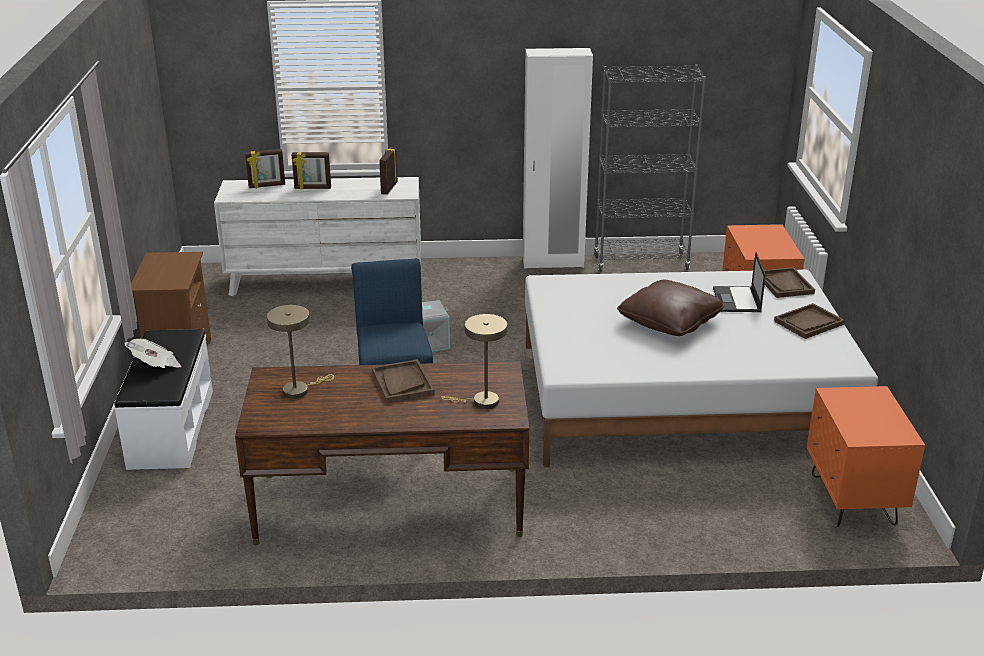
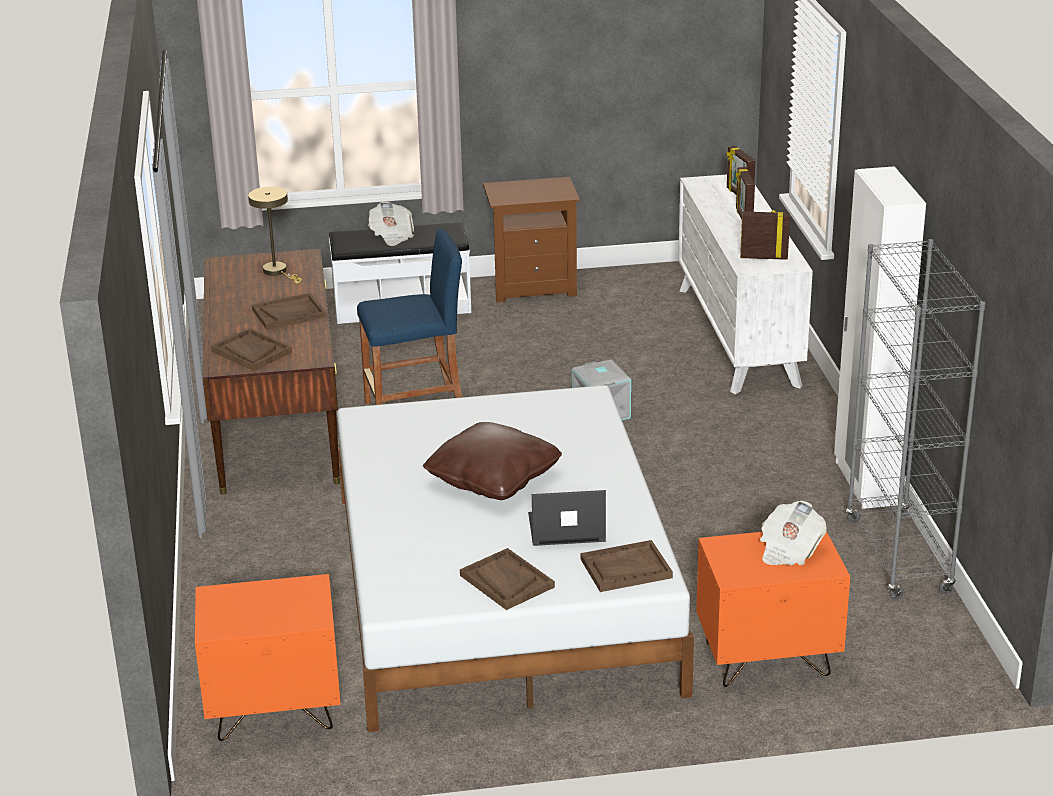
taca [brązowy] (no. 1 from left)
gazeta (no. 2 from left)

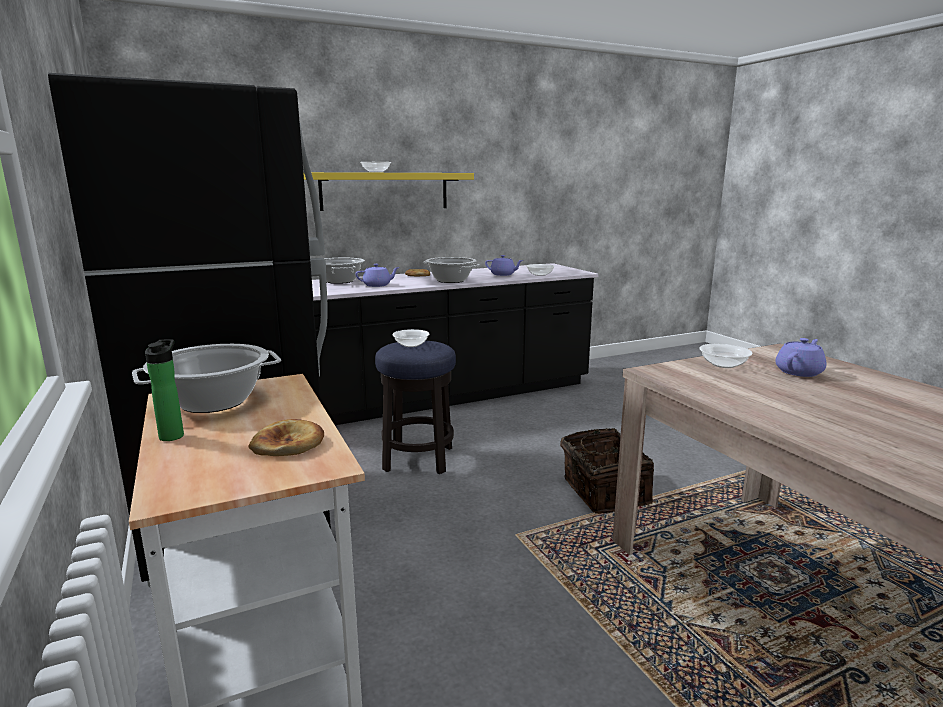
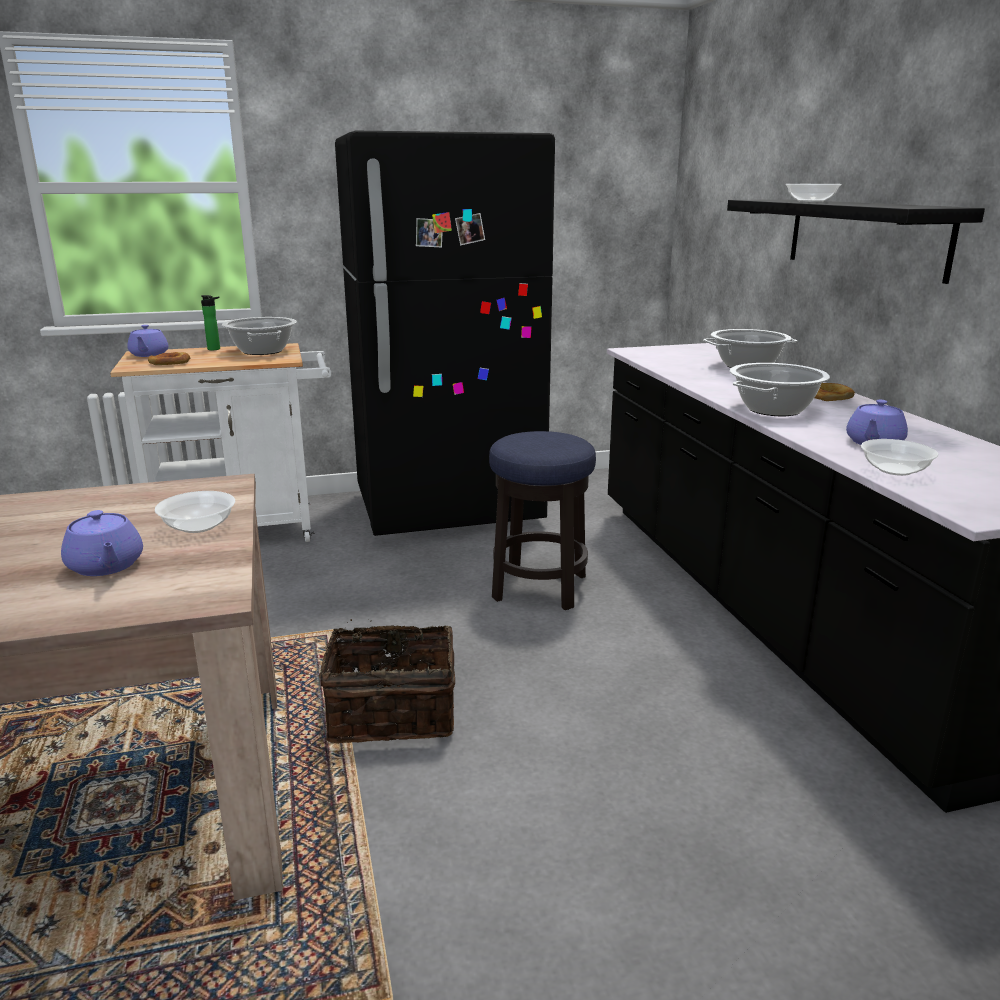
półka [czarny]
imbryk [fioletowy] (no. 2 from left)
miska (no. 2 from left in the first image)

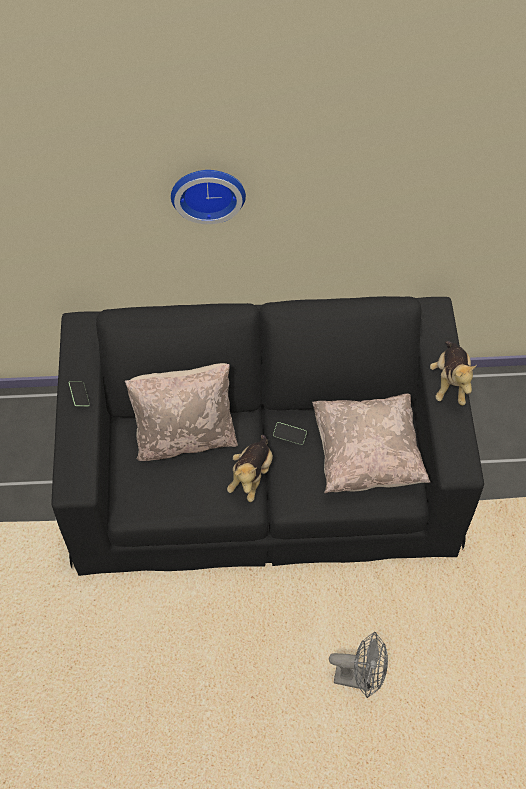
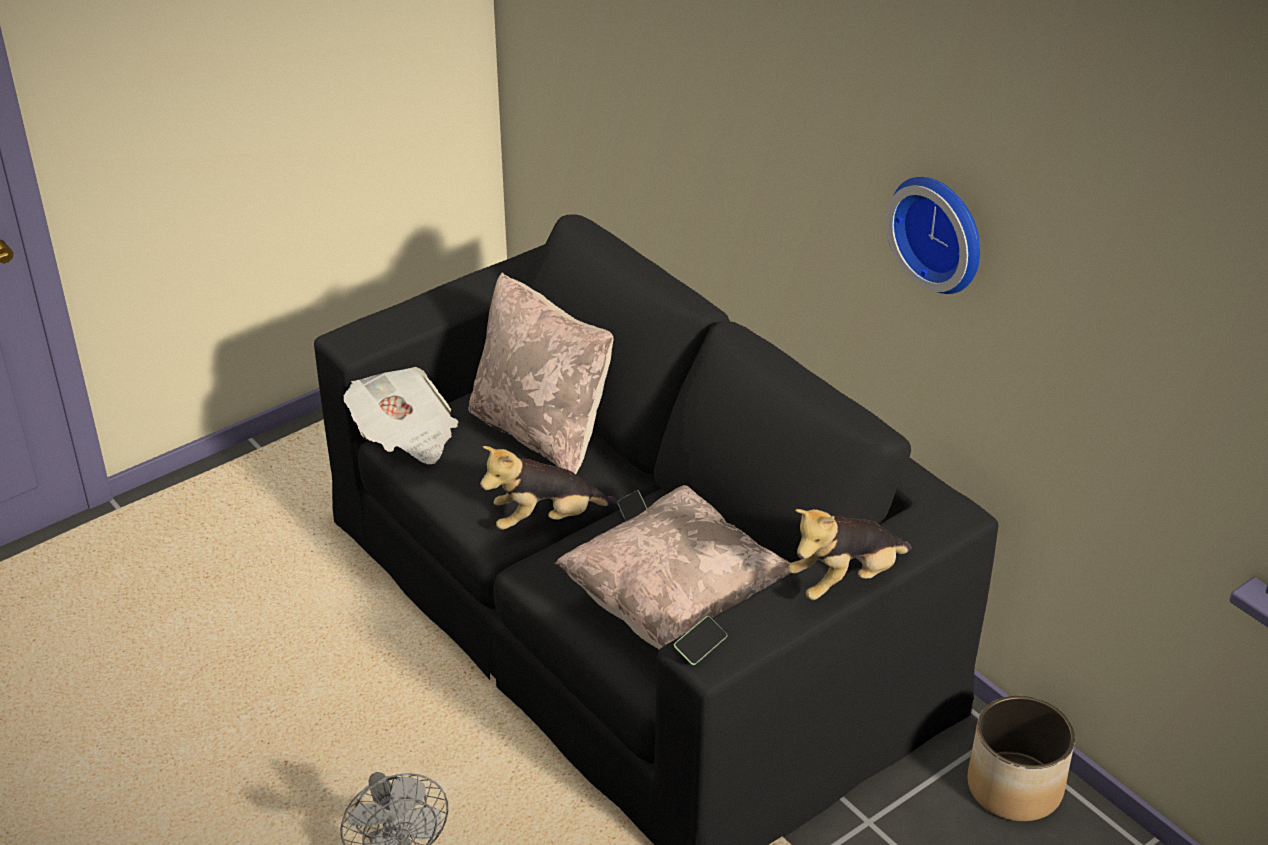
telefon (no. 2 from left)
zegar ścienny
gazeta
donica

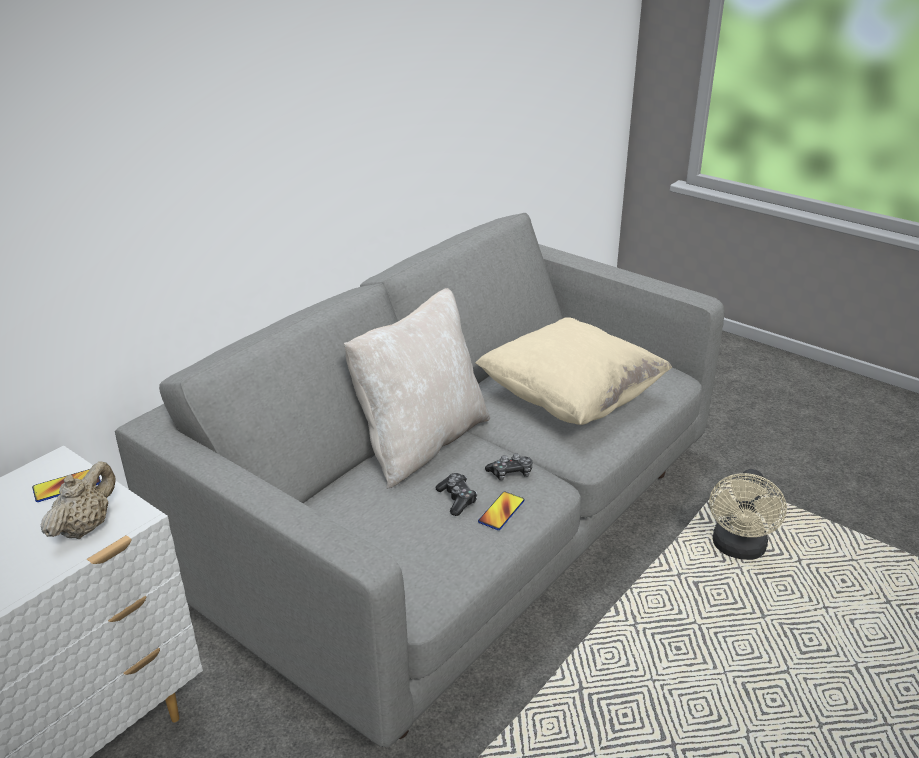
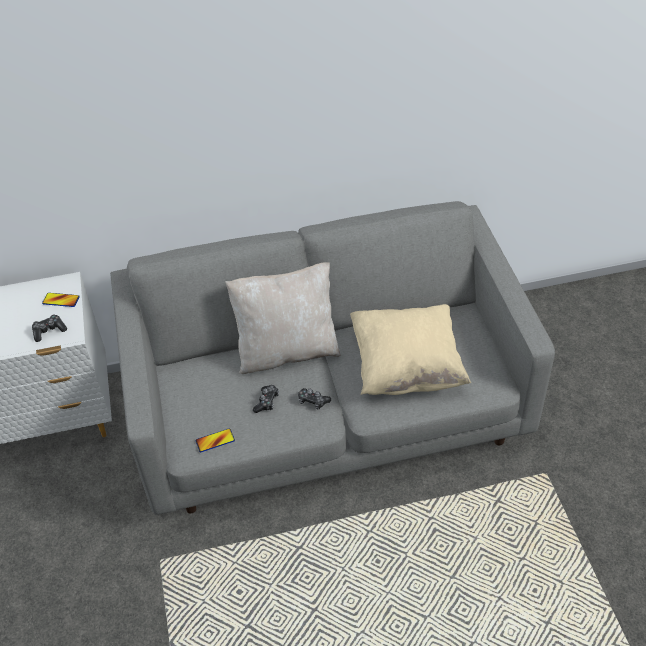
pad do gier (no. 1 from left)
telefon (no. 2 from left)
wentylator [beżowy]

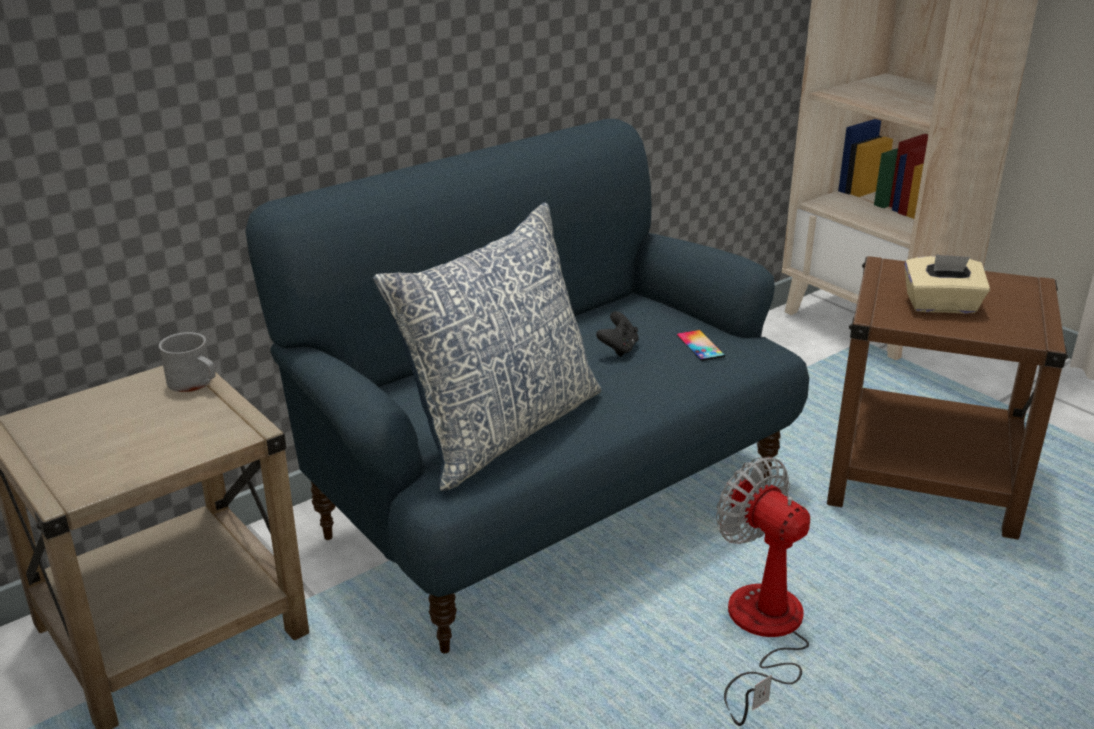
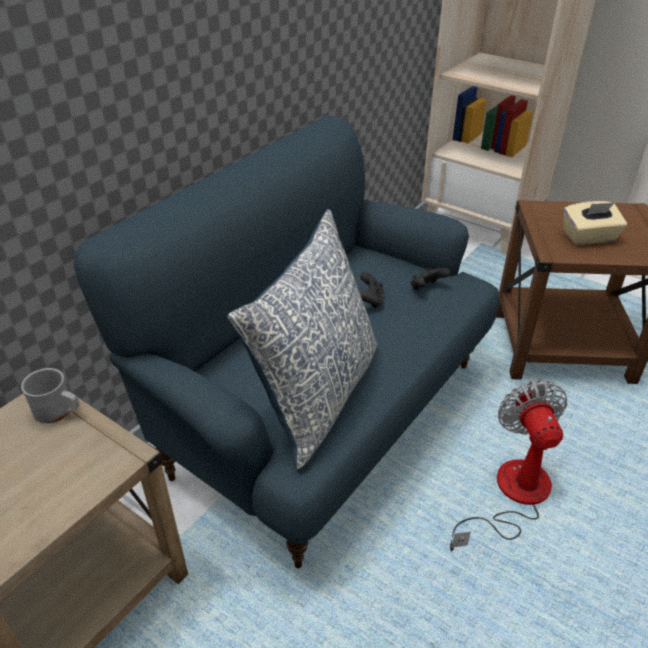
pad do gier [czarny] (no. 2 from left)
wentylator

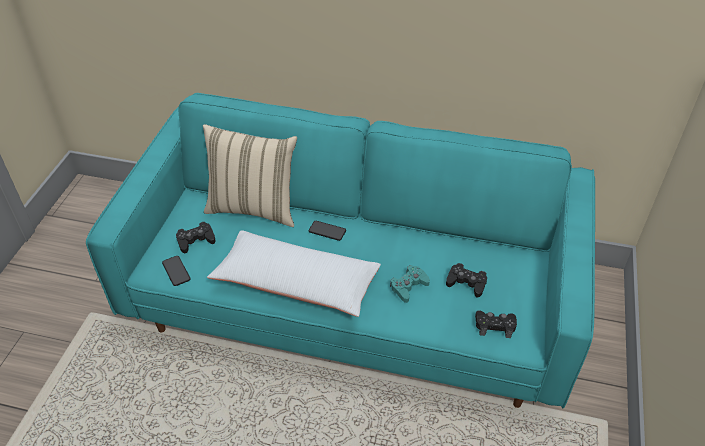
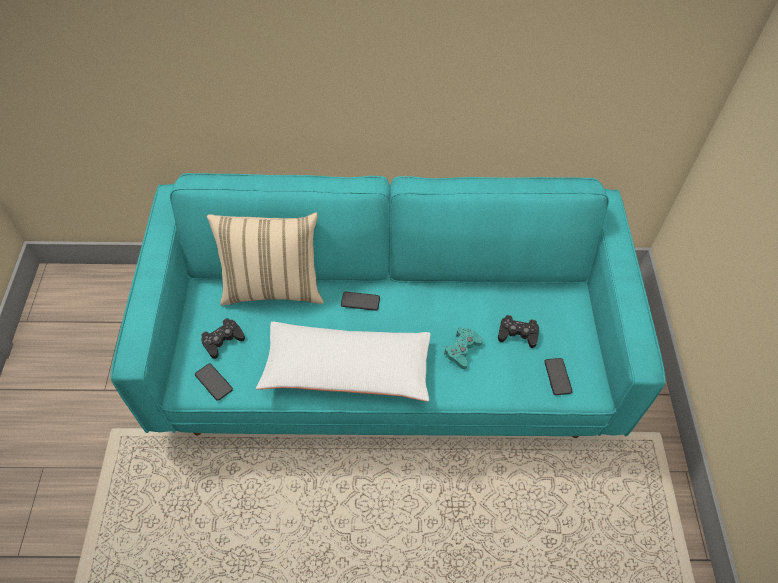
telefon (no. 3 from left)

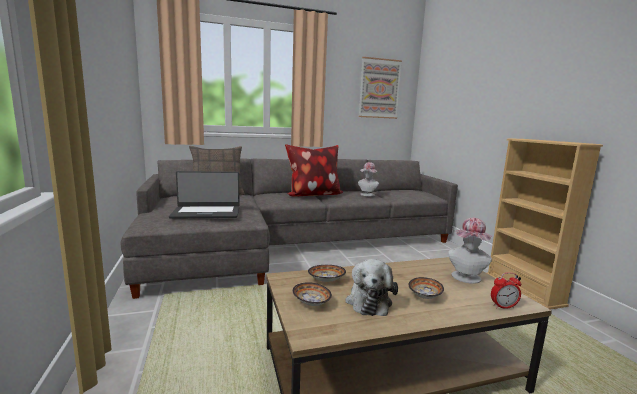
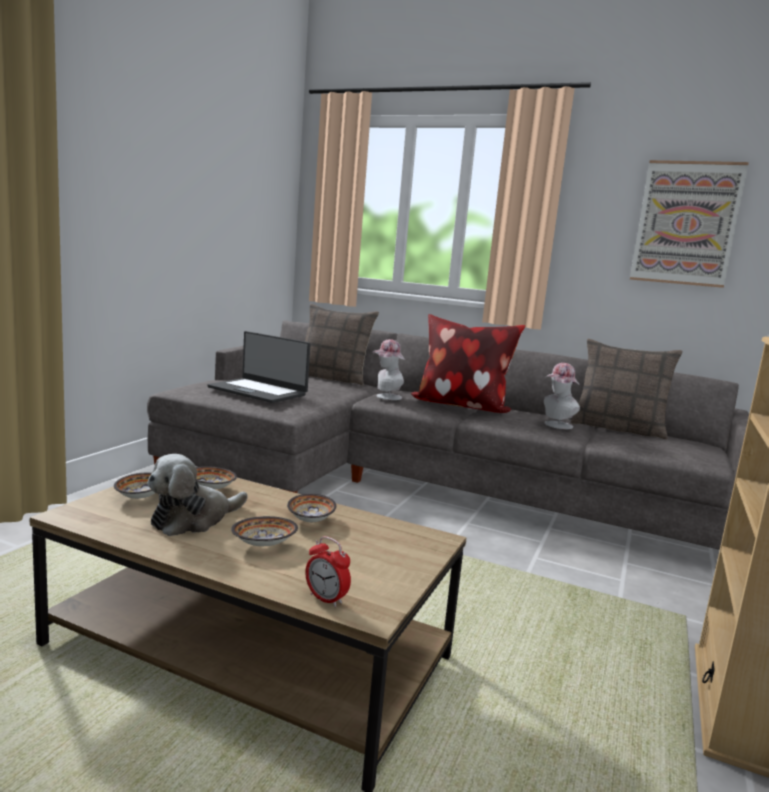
kapelusz (no. 1 from left)
miska (no. 4 from left)
poduszka (no. 3 from left)

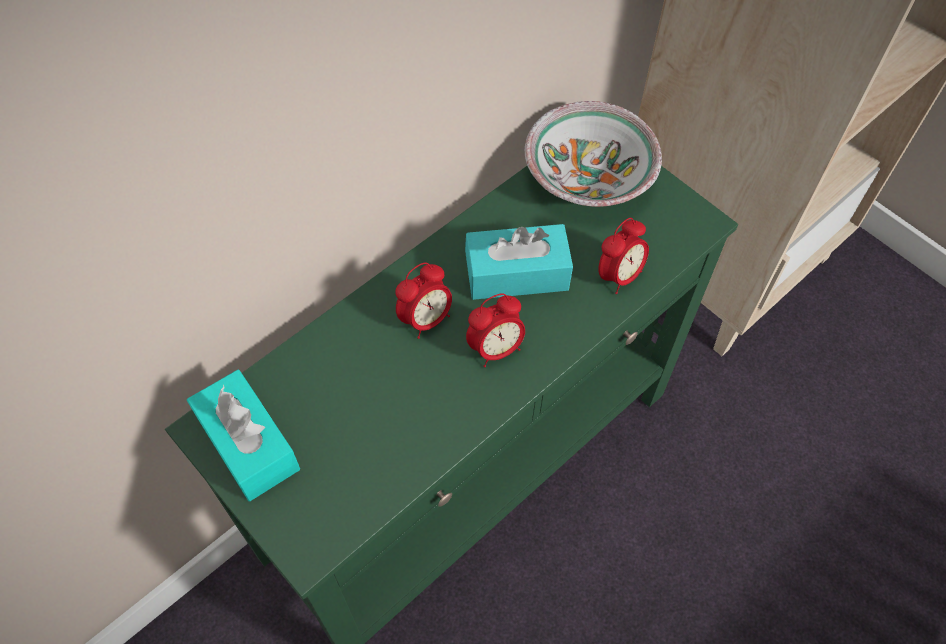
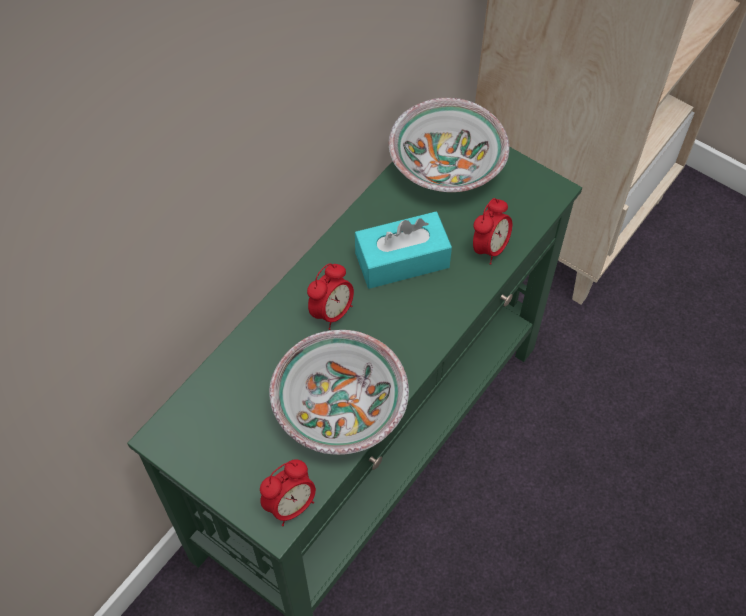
pudełko chusteczek [turkusowy] (no. 1 from left in the first image)
budzik (no. 1 from left)
miska (no. 1 from left)

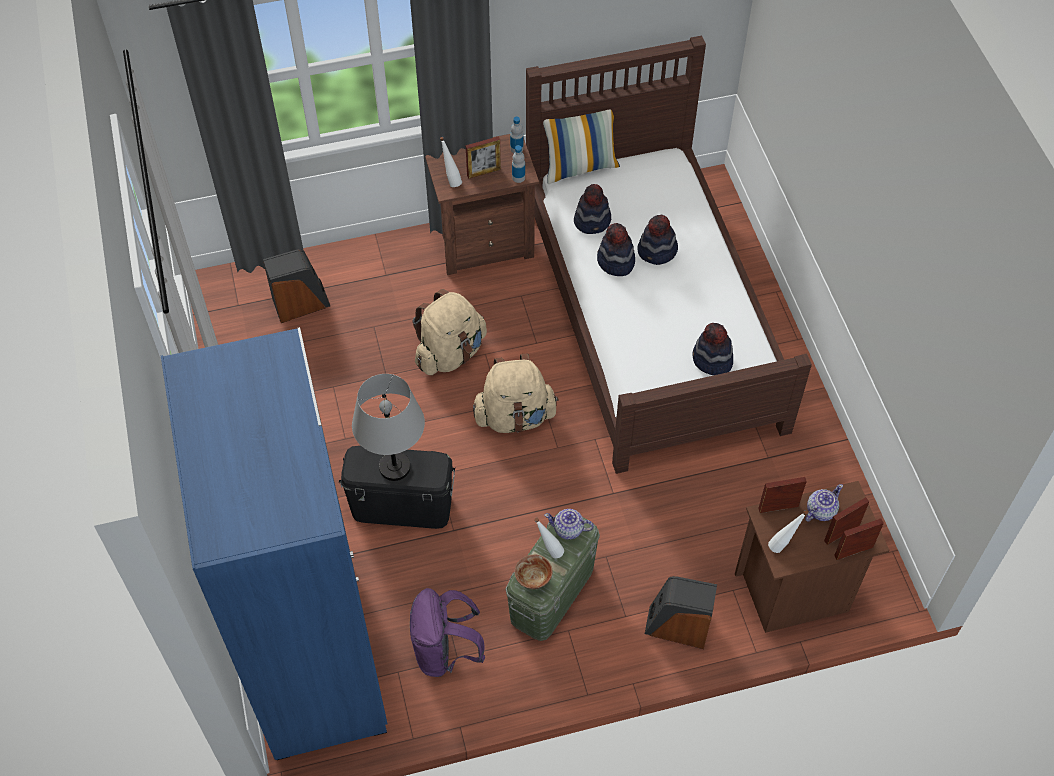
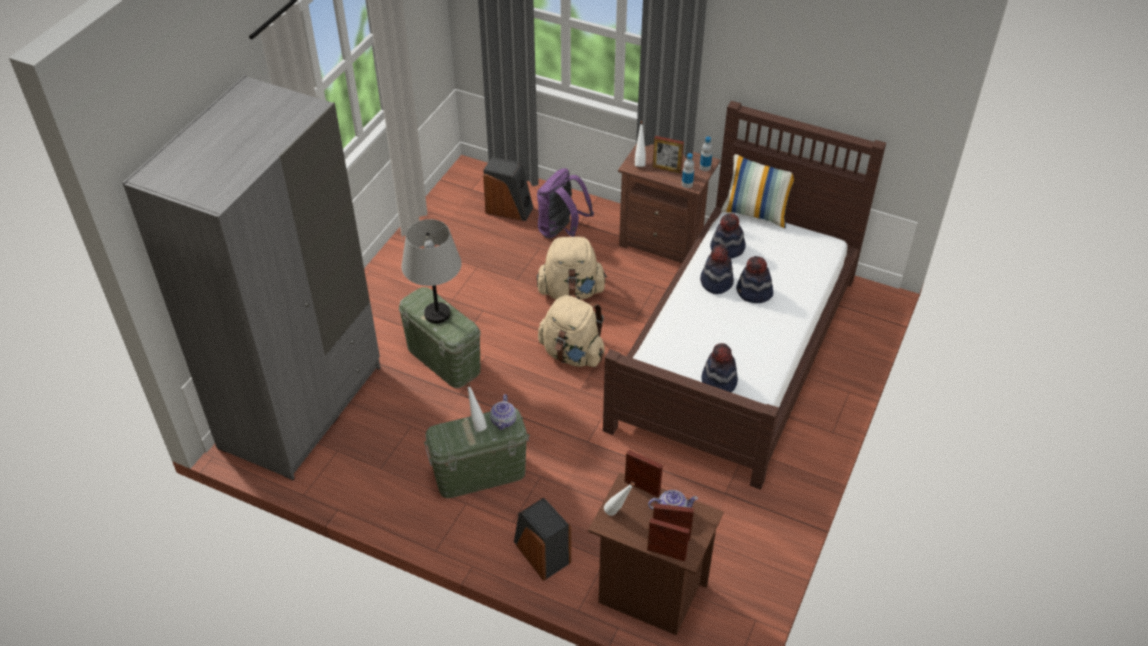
szafa [szary]
pojemnik do przechowywania [zielony] (no. 1 from left)
plecak [fioletowy]
miska
imbryk (no. 1 from left)

